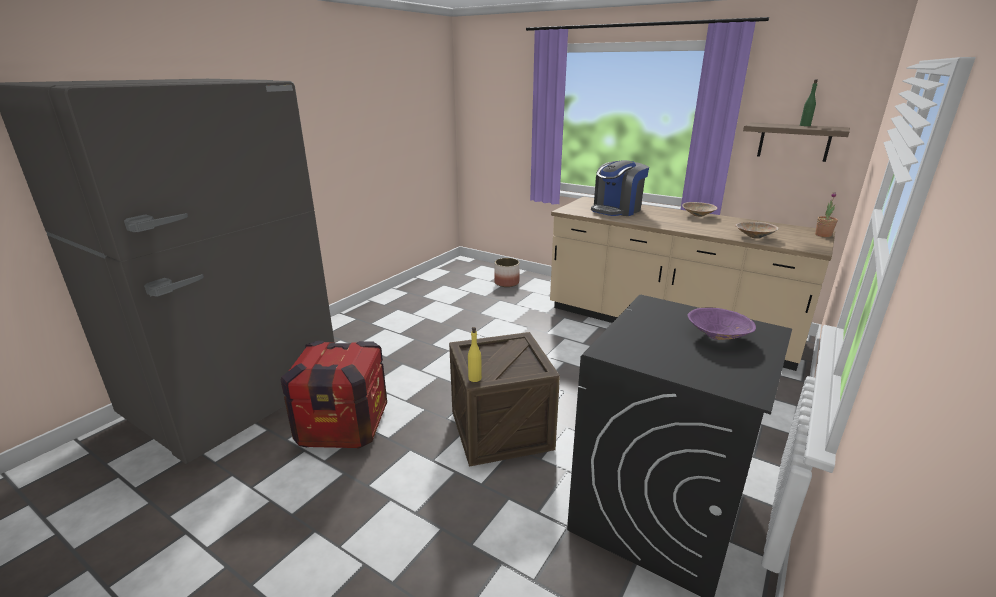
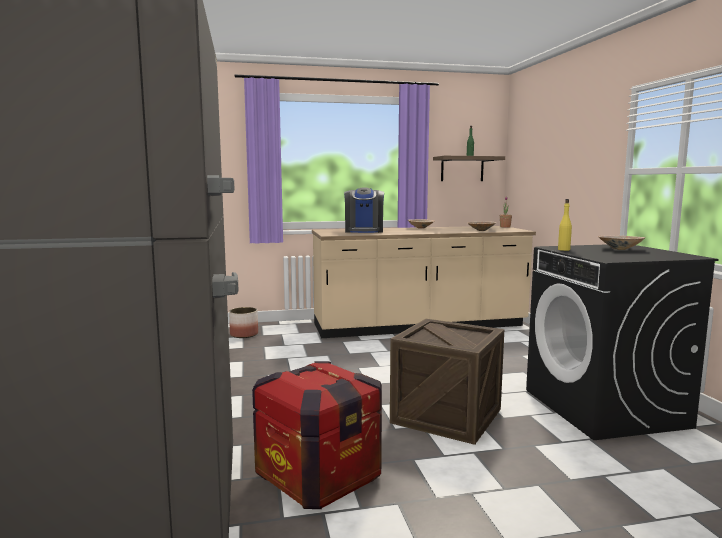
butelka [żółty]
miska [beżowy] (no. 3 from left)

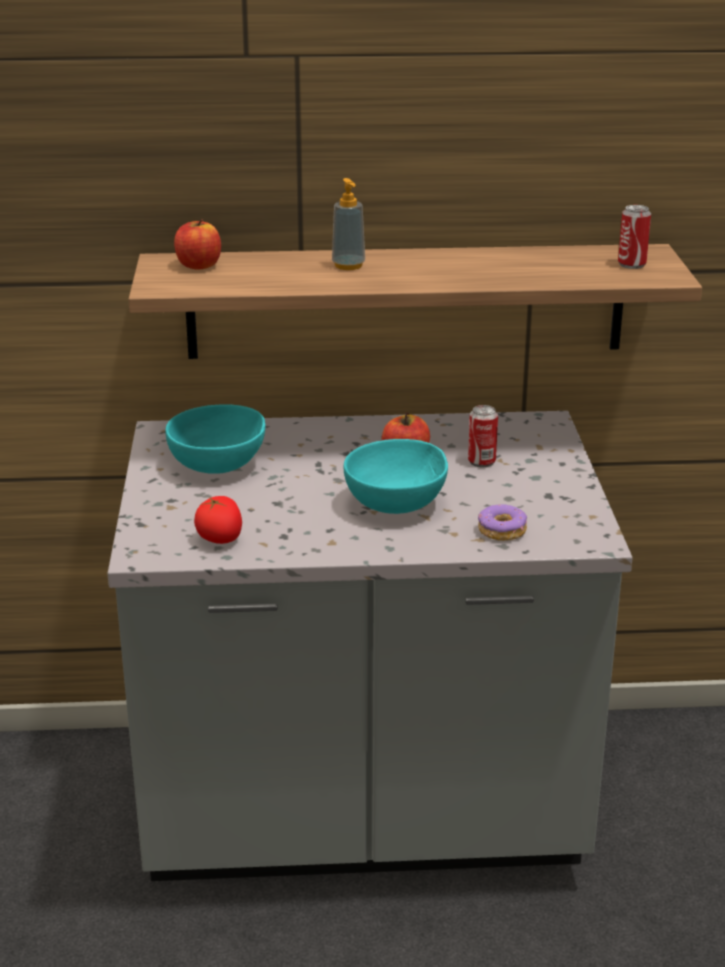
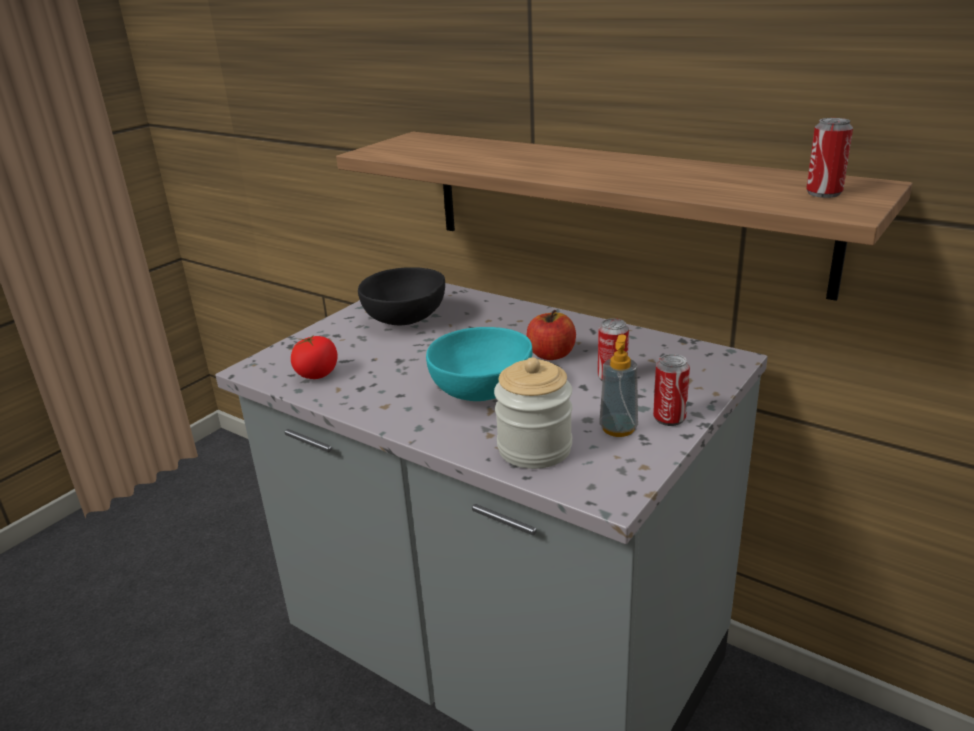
miska [czarny]
jabłko (no. 1 from left in the first image)
dozownik mydła
słoik
puszka (no. 2 from left)

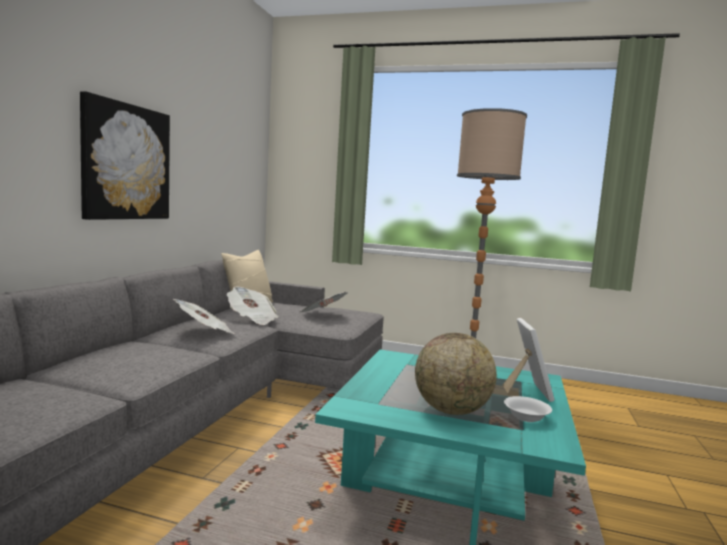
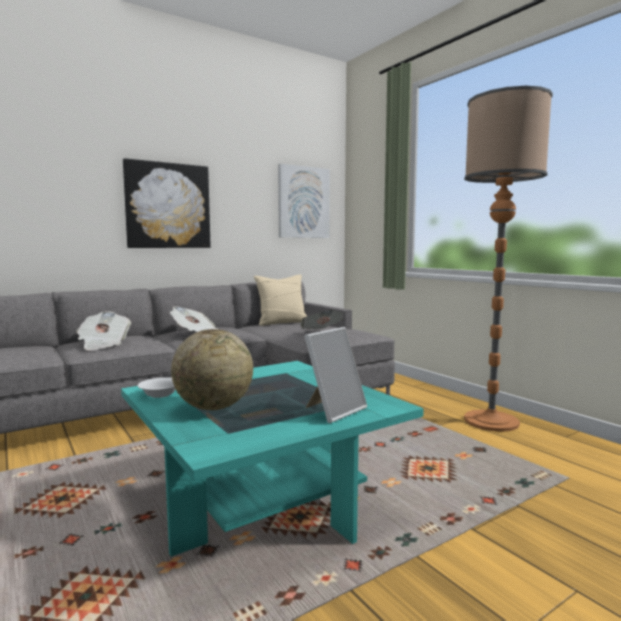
gazeta (no. 1 from left)
miska [biały]
obraz (no. 2 from left)

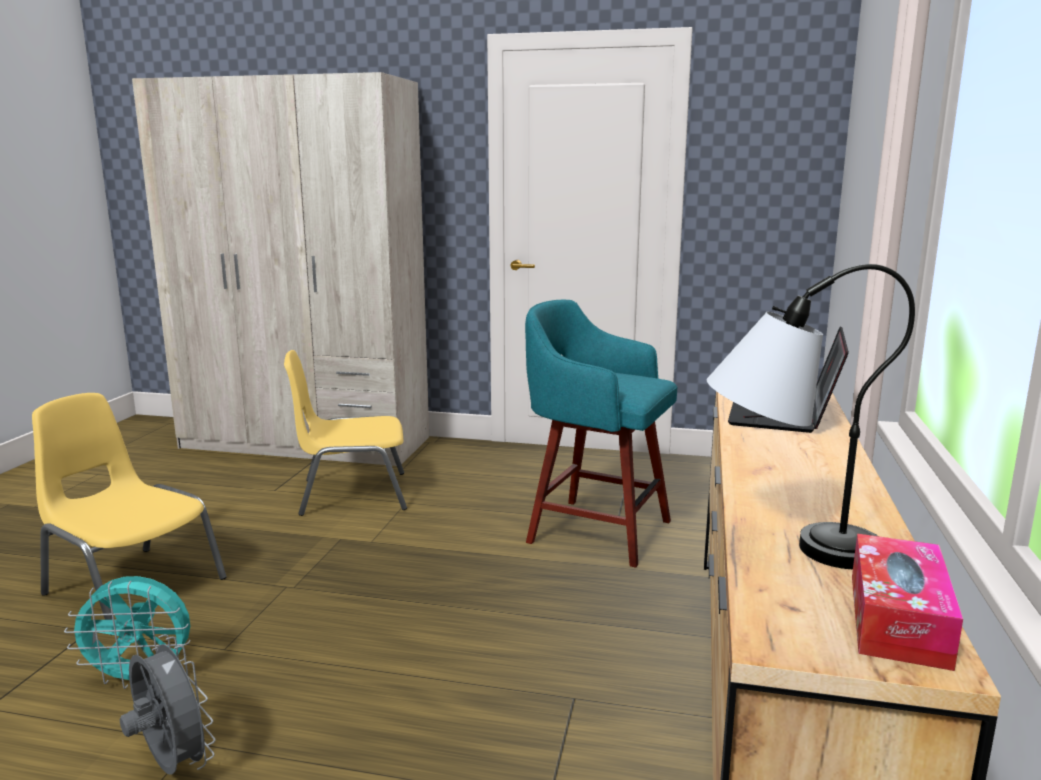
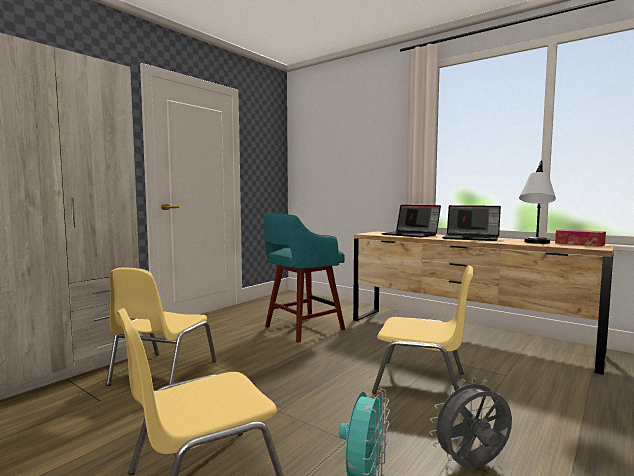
krzesło [żółty] (no. 3 from left)
laptop (no. 2 from left)

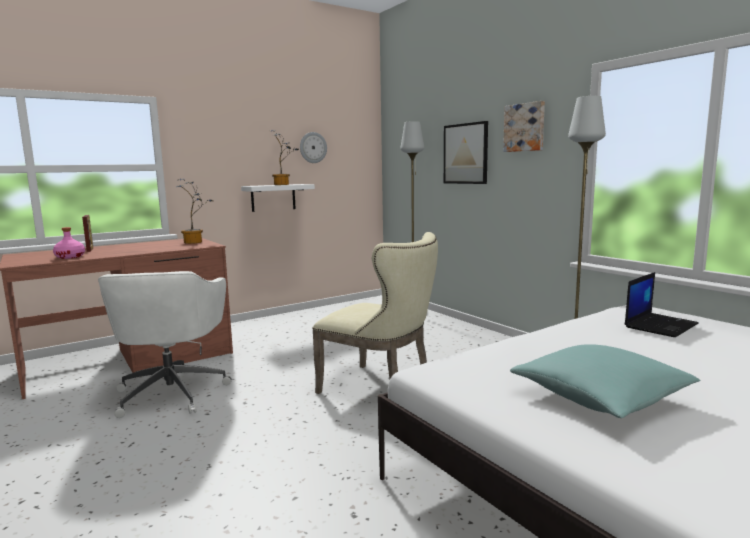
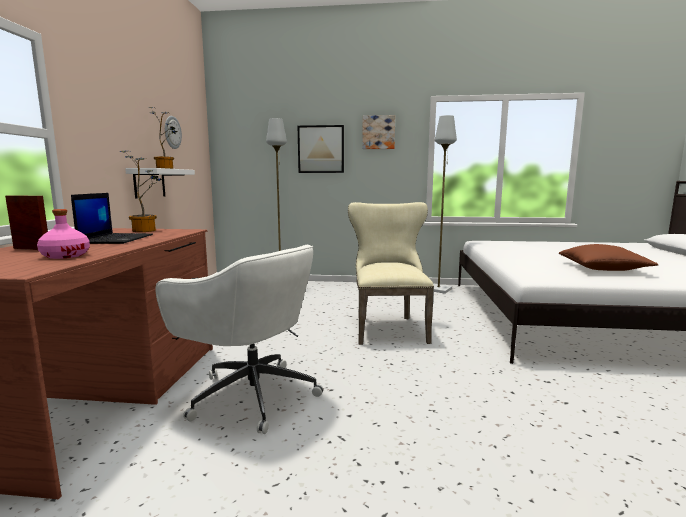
krzesło [beżowy]
poduszka [brązowy]
laptop

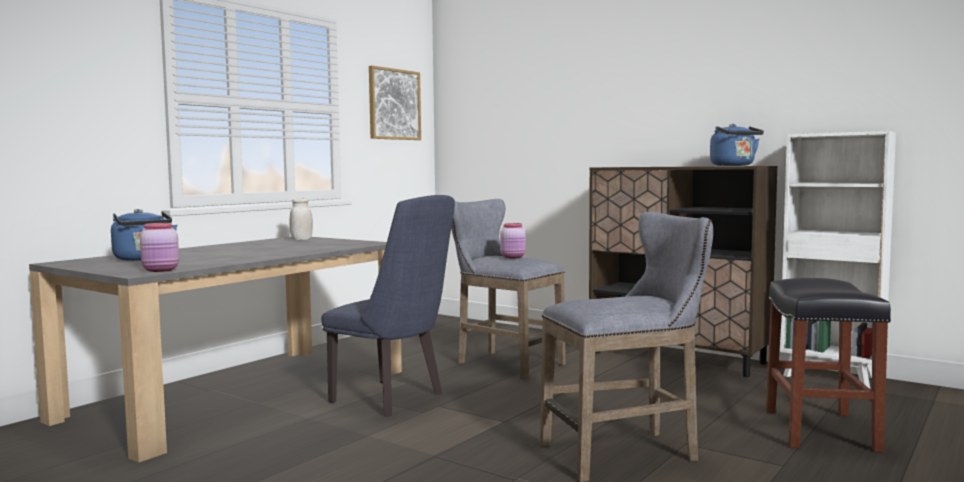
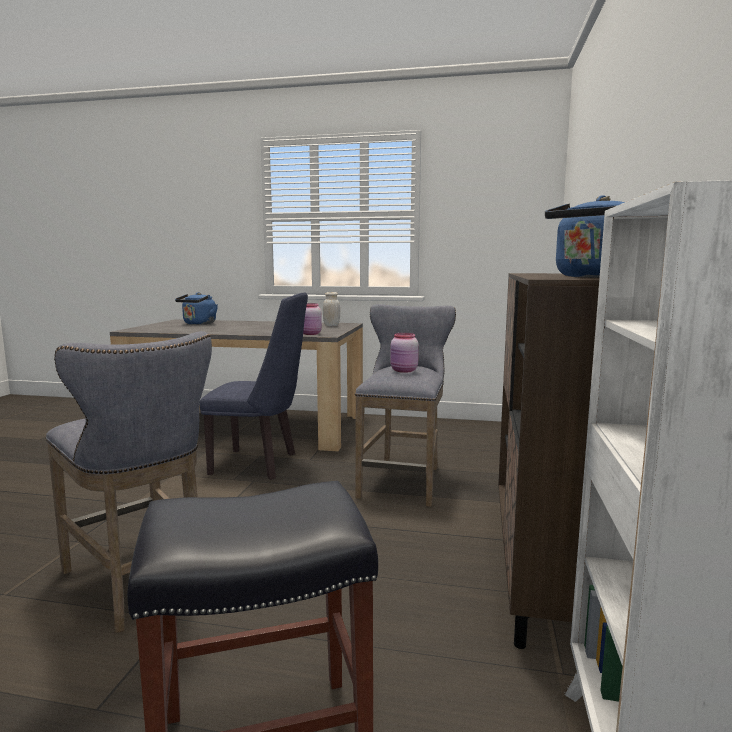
słoik [różowy] (no. 1 from left)
krzesło [niebieski]
obraz

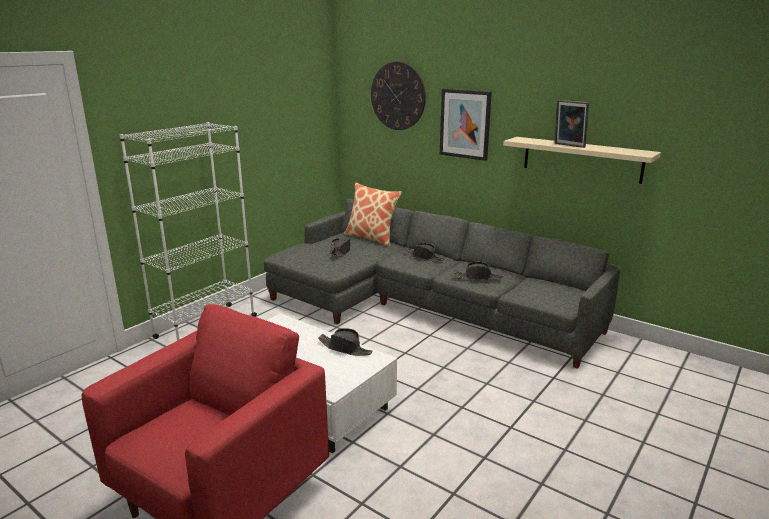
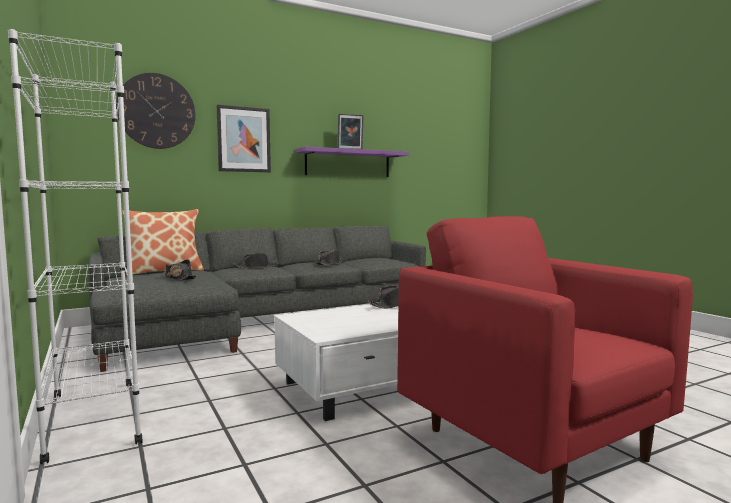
półka [fioletowy]

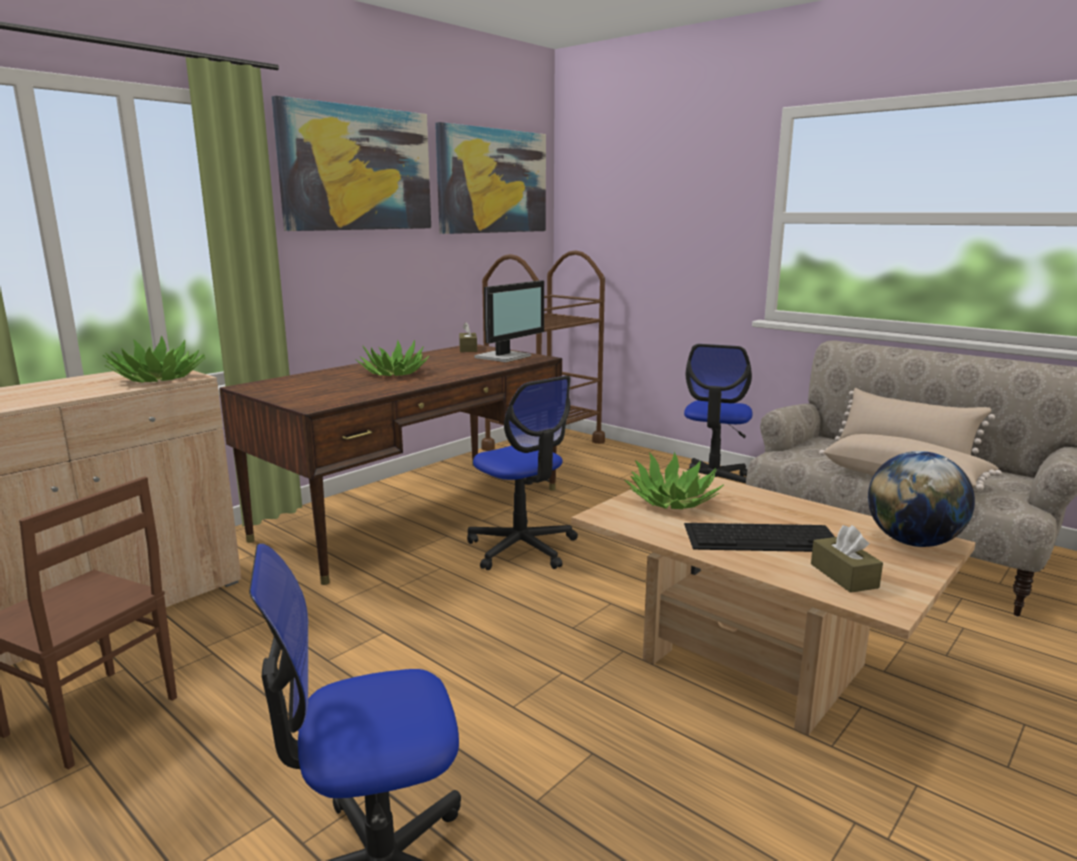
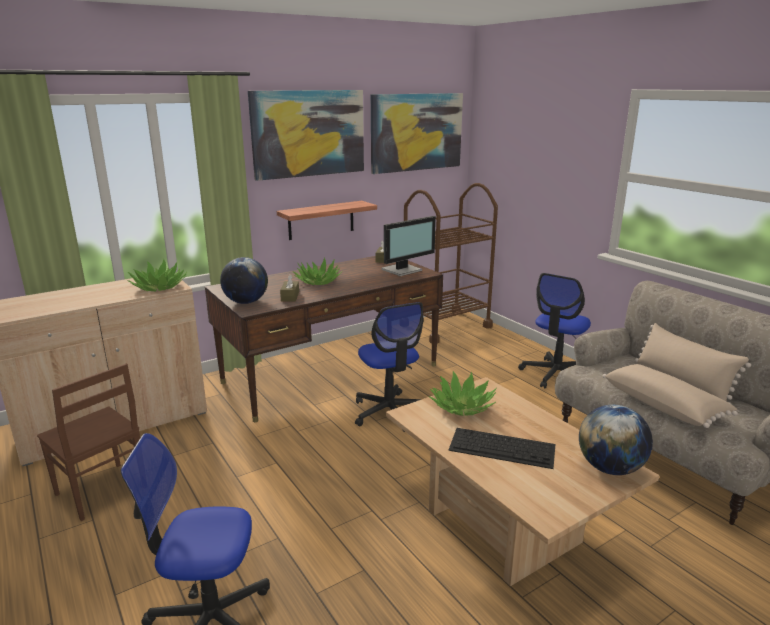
pudełko chusteczek [brązowy] (no. 1 from left)
globus (no. 1 from left)
półka

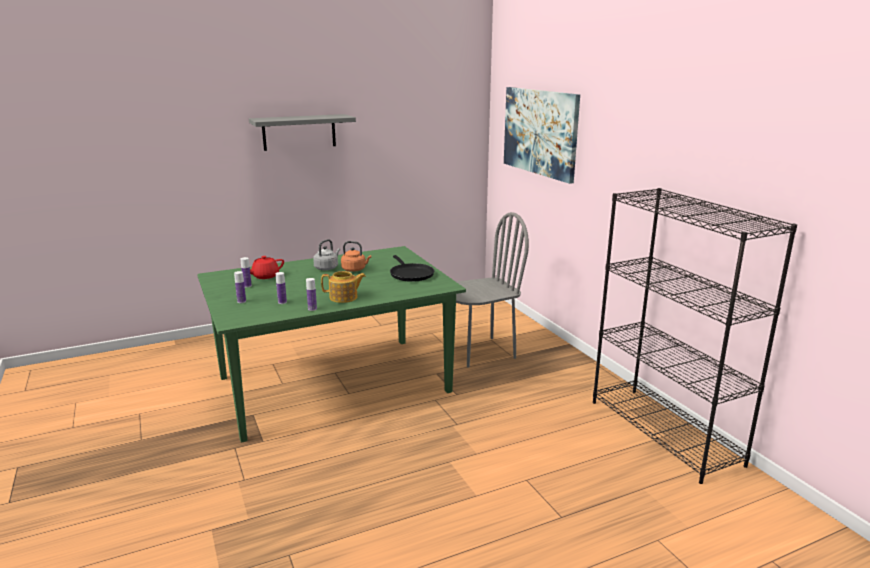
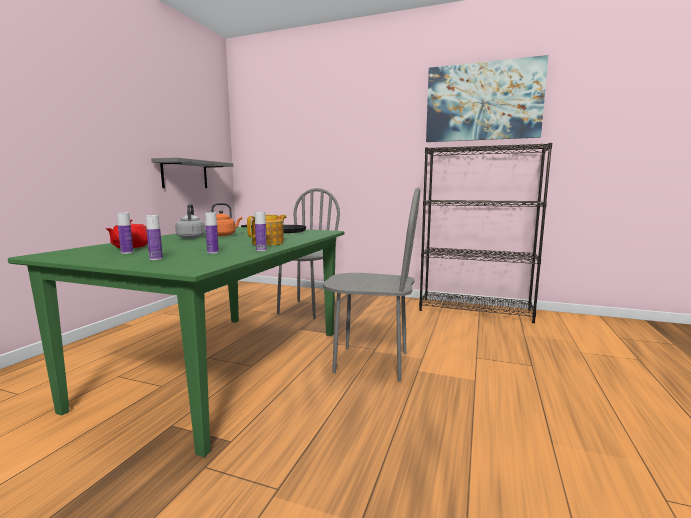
półka [szary]
obraz
krzesło [szary] (no. 2 from left)

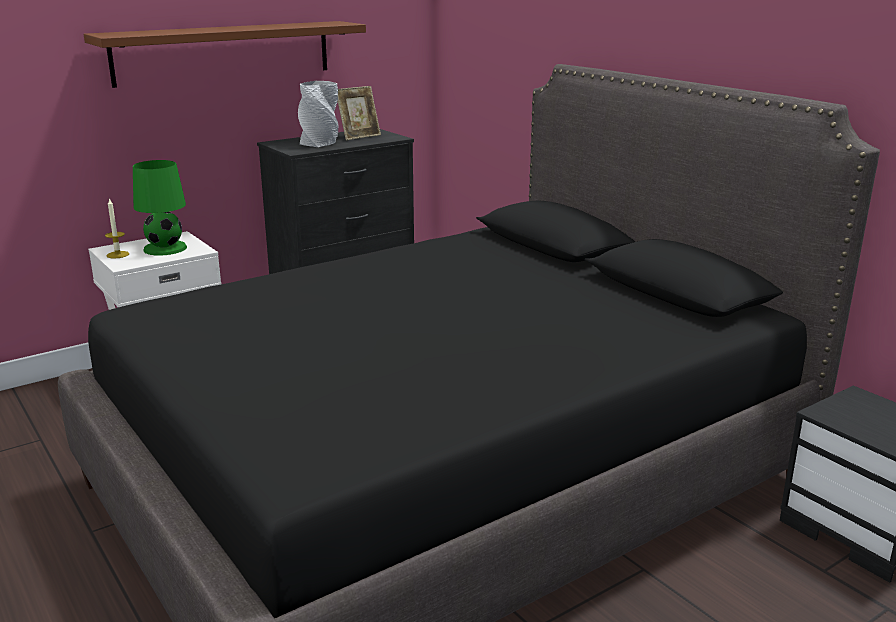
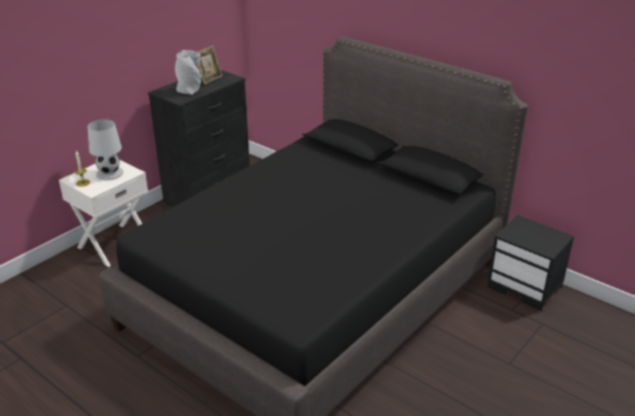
półka [brązowy]
lampa stołowa [biały]

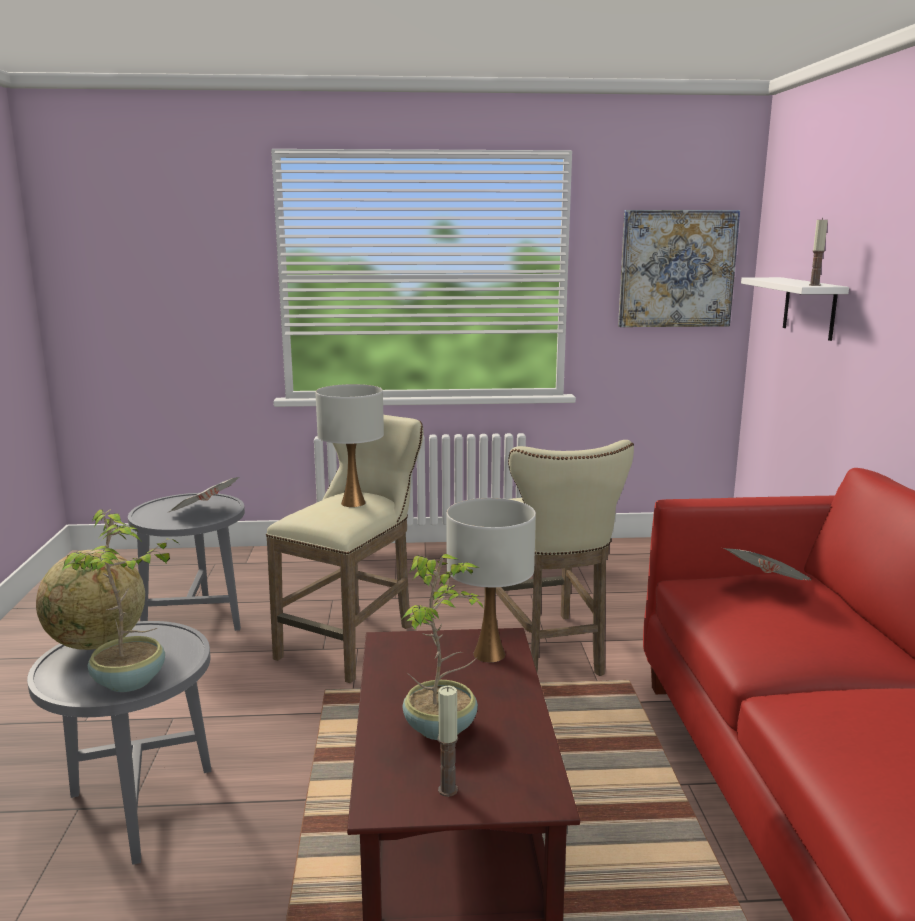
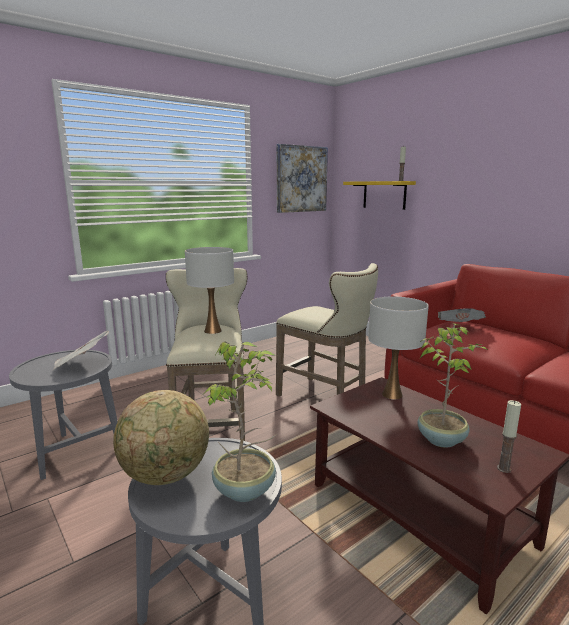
półka [żółty]

